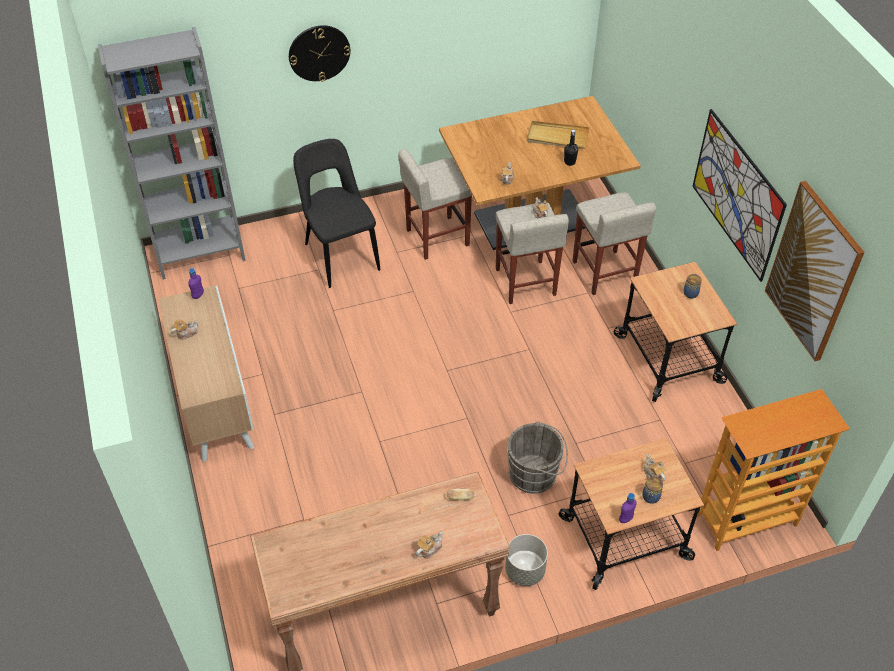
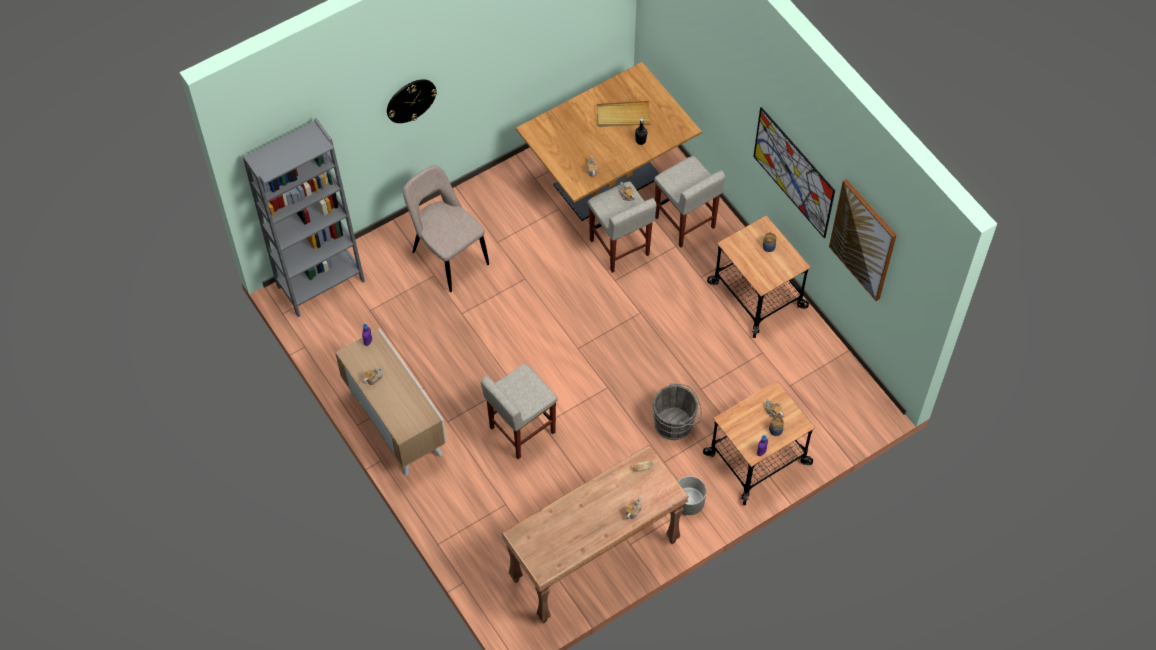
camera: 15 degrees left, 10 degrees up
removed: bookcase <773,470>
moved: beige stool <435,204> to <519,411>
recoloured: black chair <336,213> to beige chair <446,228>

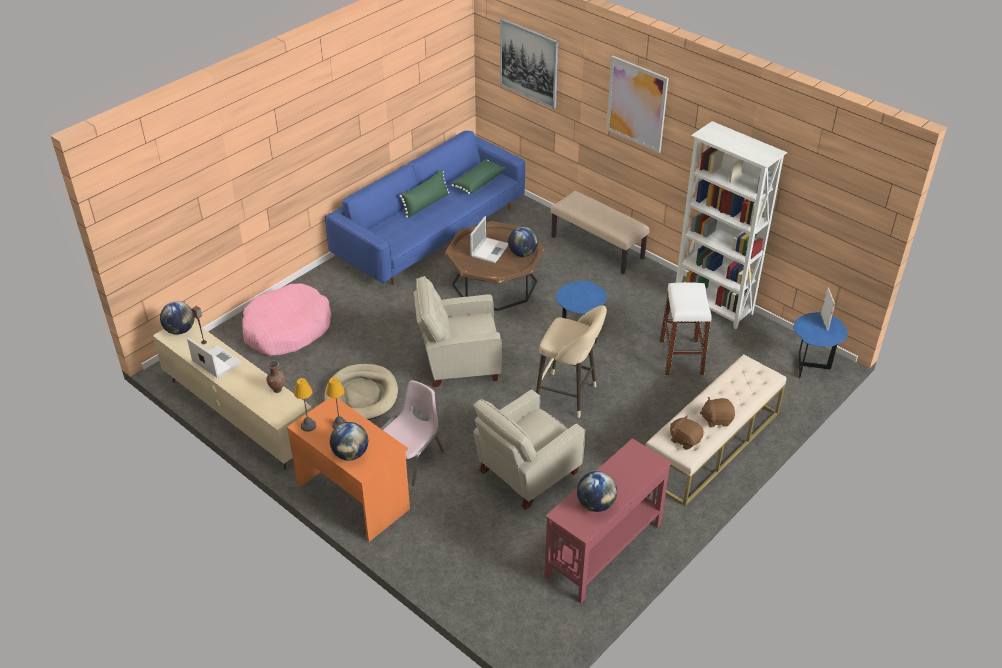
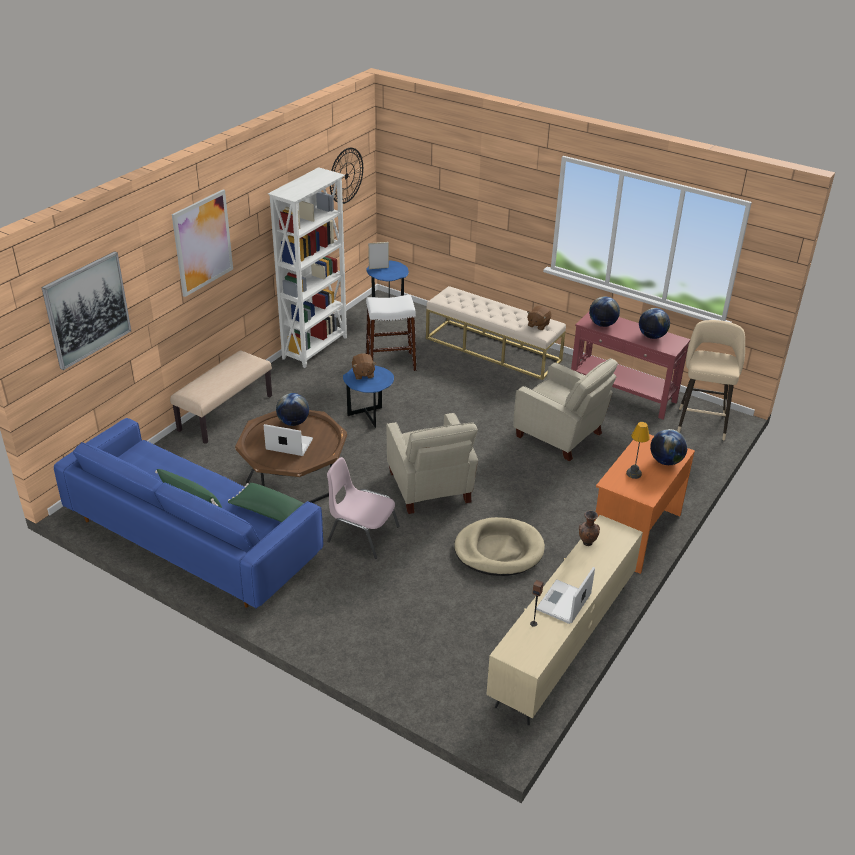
camera: 100 degrees left, 5 degrees down
removed: pink dog bed <286,319>; table lamp <305,405>
added: wall clock <346,176>
moved: globe <177,318> to <604,311>; pink chair <412,433> to <363,508>; green pillow <478,176> to <266,502>; beige stool <571,361> to <711,380>; brown plush toy <717,412> to <364,366>

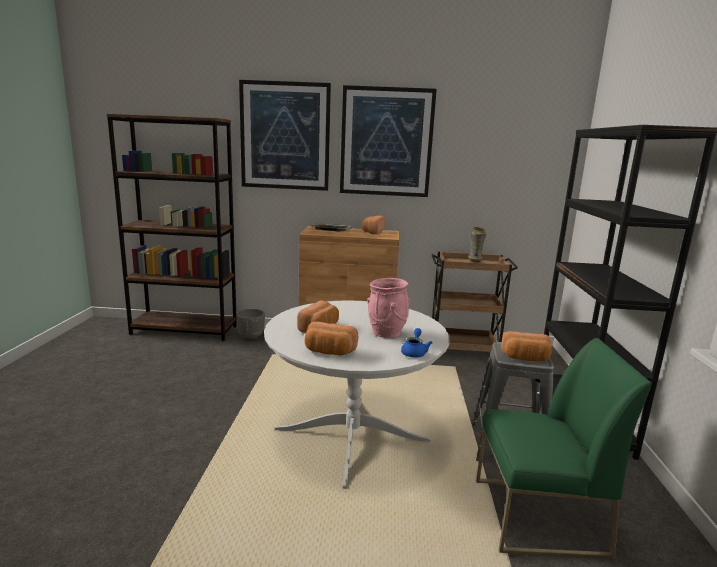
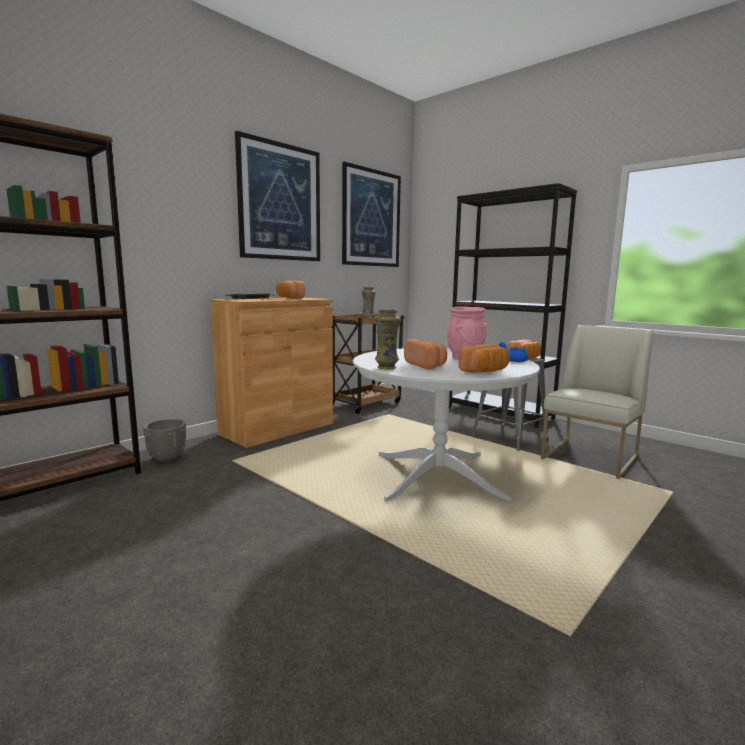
camera: 50 degrees left, 5 degrees down
added: vase <387,339>
moved: picture <285,135> to <371,214>
recoloured: green chair <564,448> to white chair <597,402>

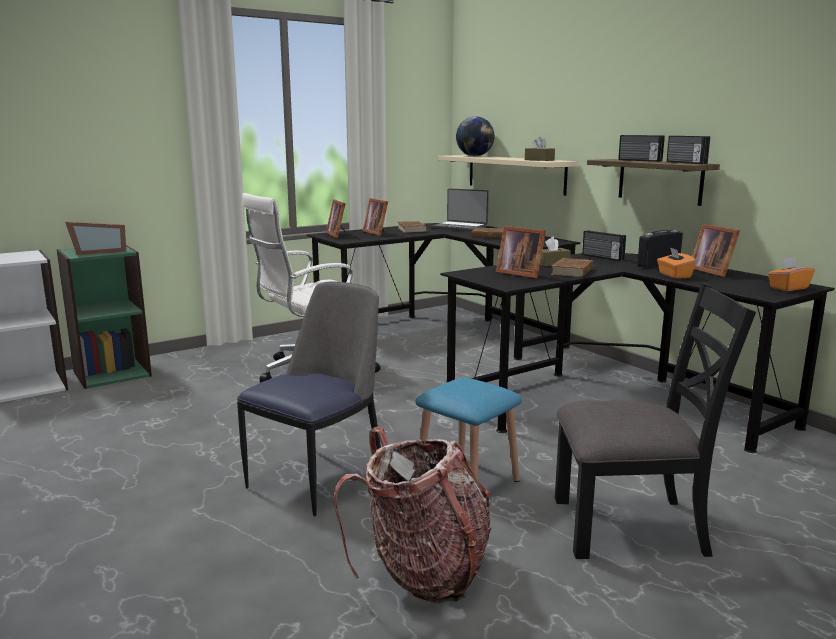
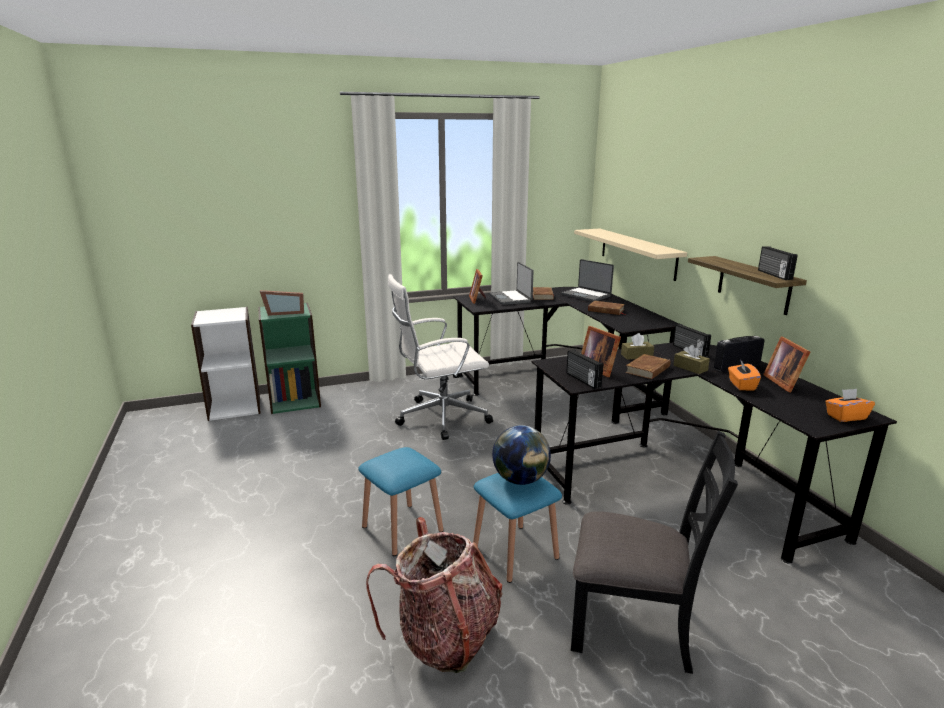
camera: 15 degrees right, 5 degrees up
moved: globe <475,136> to <521,455>; brown tissue box <540,149> to <692,359>; radio <641,148> to <584,369>
replaced: chair <309,399> to blue stool <401,501>; picture frame <375,217> to laptop <511,283>

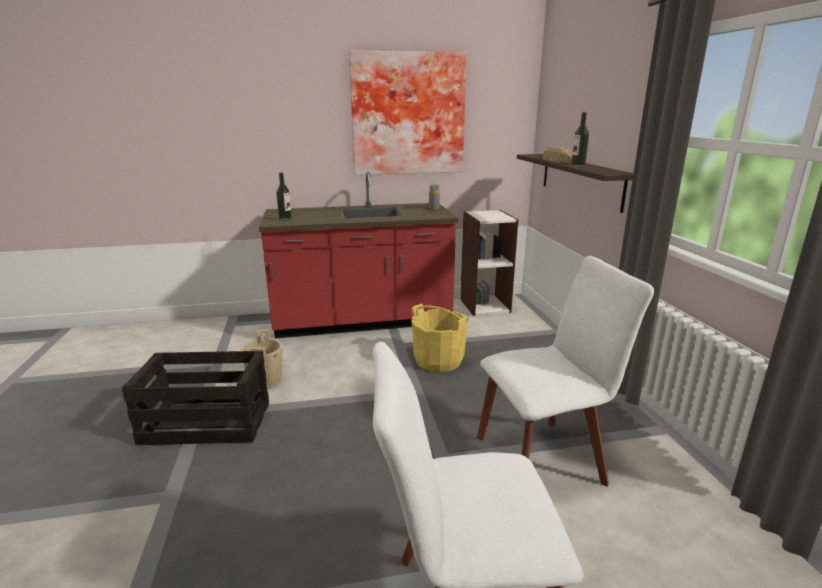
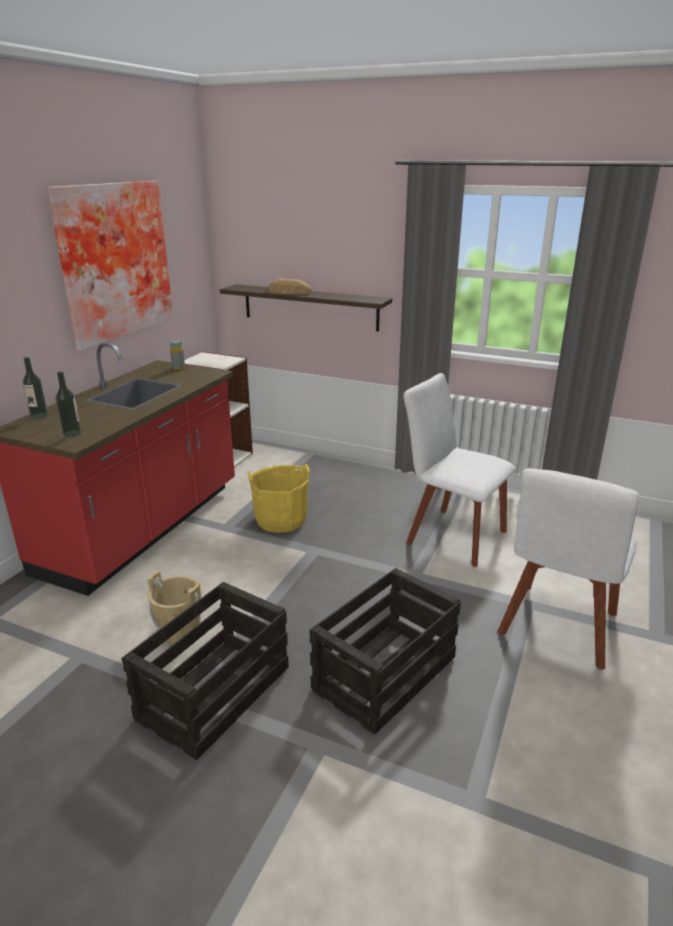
camera: 55 degrees left, 5 degrees up
added: crate <385,651>
moved: bottle <580,139> to <35,388>
turned: white chair <565,371> = <460,470> 75 degrees counterclockwise

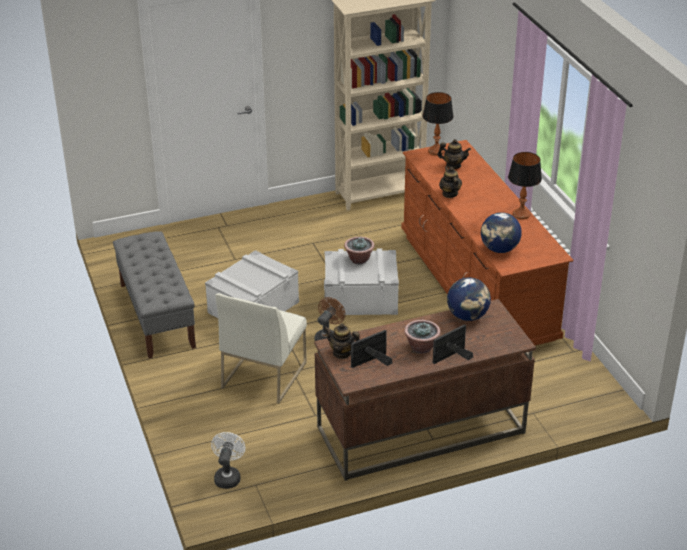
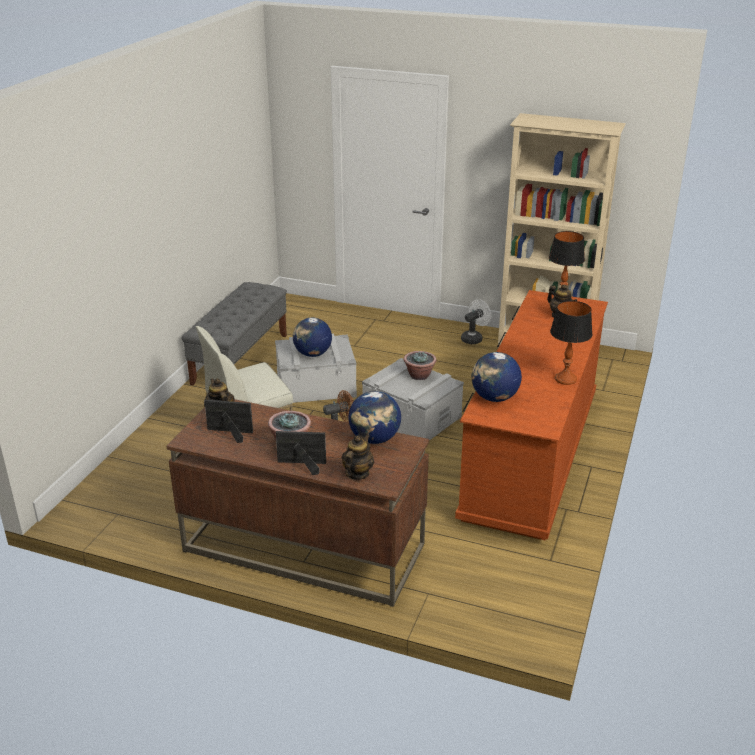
camera: 40 degrees right, 5 degrees down
added: globe <312,337>
moved: white fan <228,460> to <476,321>; teapot <450,182> to <358,457>

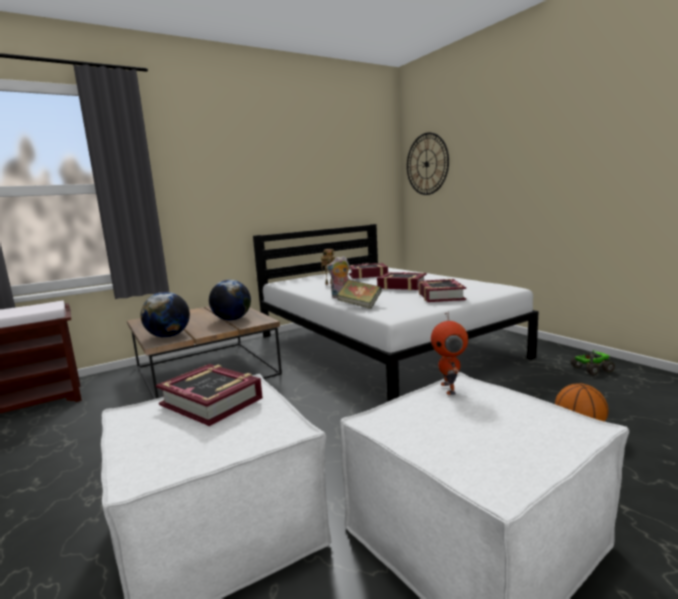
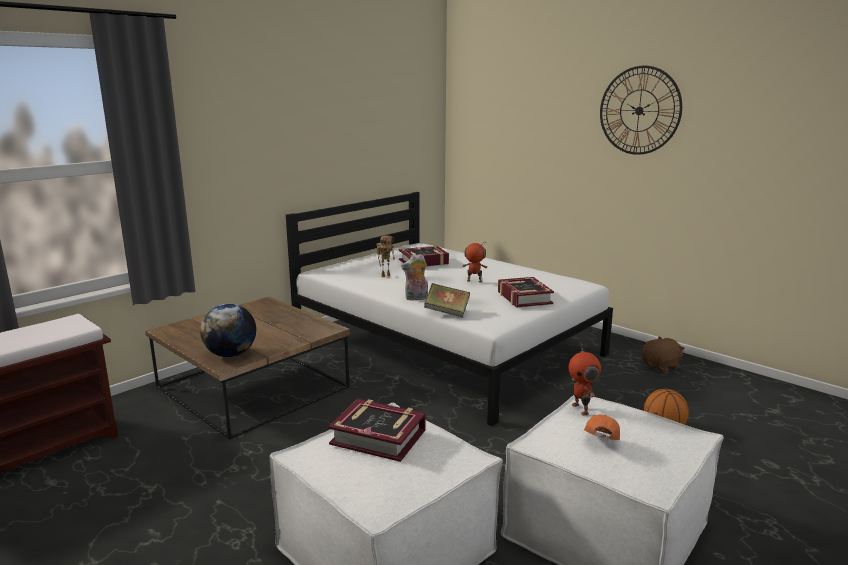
camera: 15 degrees left, 5 degrees up
removed: globe <230,300>
added: orange cap <602,427>
moved: wall clock <428,164> to <641,110>
replaced: book <402,281> to toy robot <474,261>; toy truck <593,362> to brown plush toy <663,355>

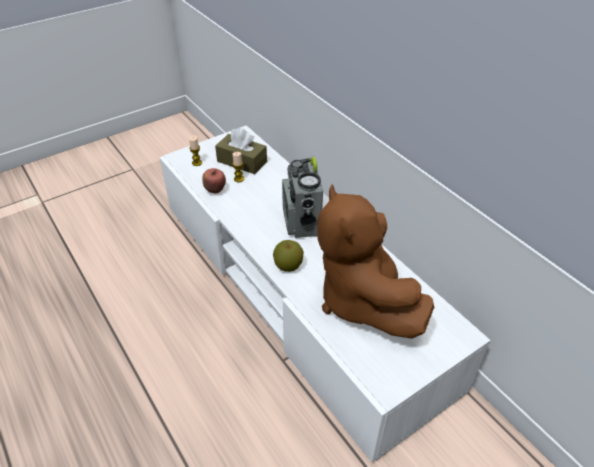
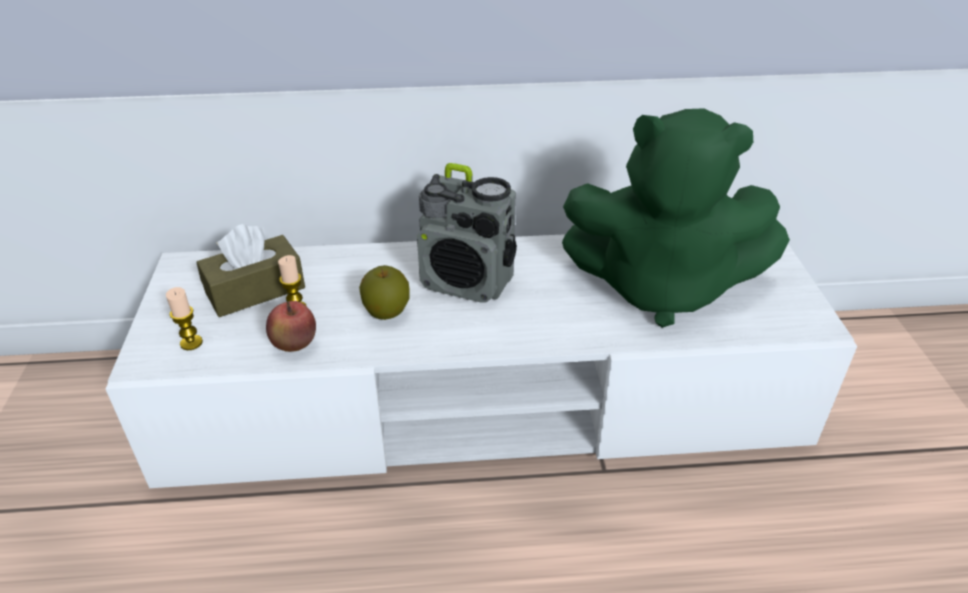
camera: 60 degrees left, 5 degrees down
moved: apple <288,256> to <384,292>
recoloured: brown plush toy <375,261> to green plush toy <676,218>

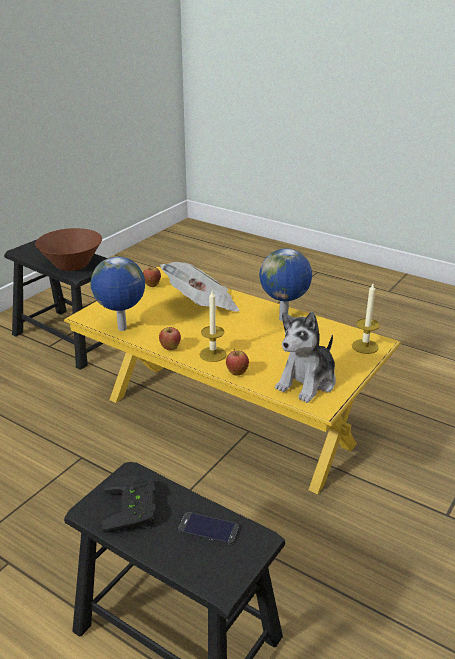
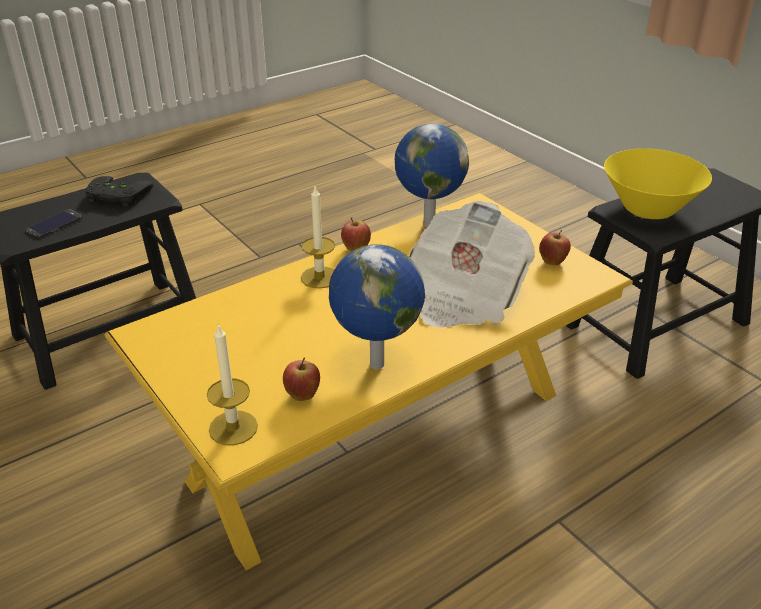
camera: 110 degrees right, 5 degrees up
removed: plush toy <305,357>
moved: apple <237,362> to <301,379>
recoloured: brown bowl <68,249> to yellow bowl <658,183>

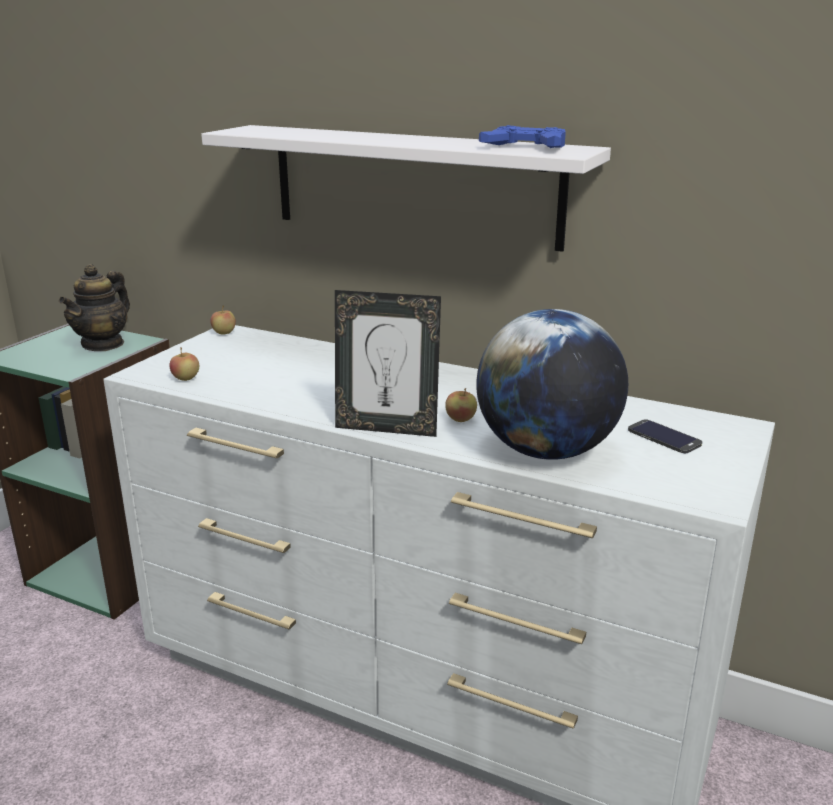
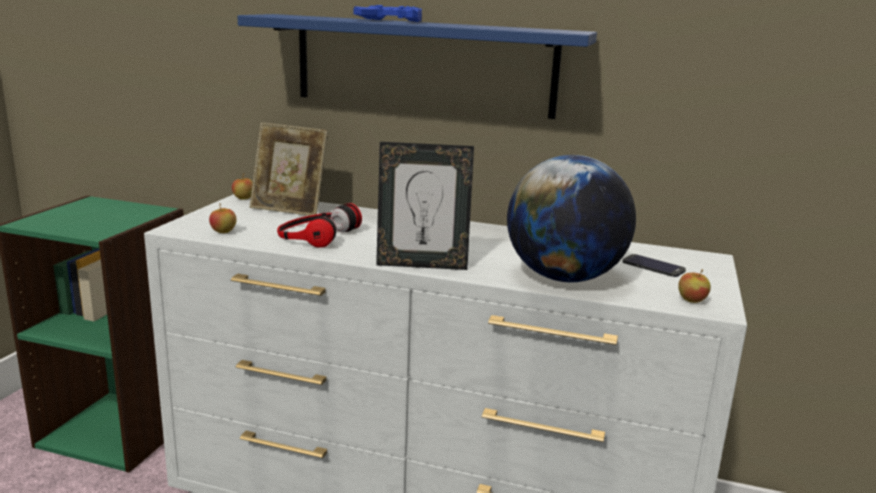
camera: 10 degrees left, 5 degrees down
removed: teapot <94,307>
added: picture frame <289,169>; headphones <319,225>
moved: apple <461,405> to <694,286>; blue game controller <522,136> to <387,13>
recoloured: white shelf <406,188> to blue shelf <417,66>

